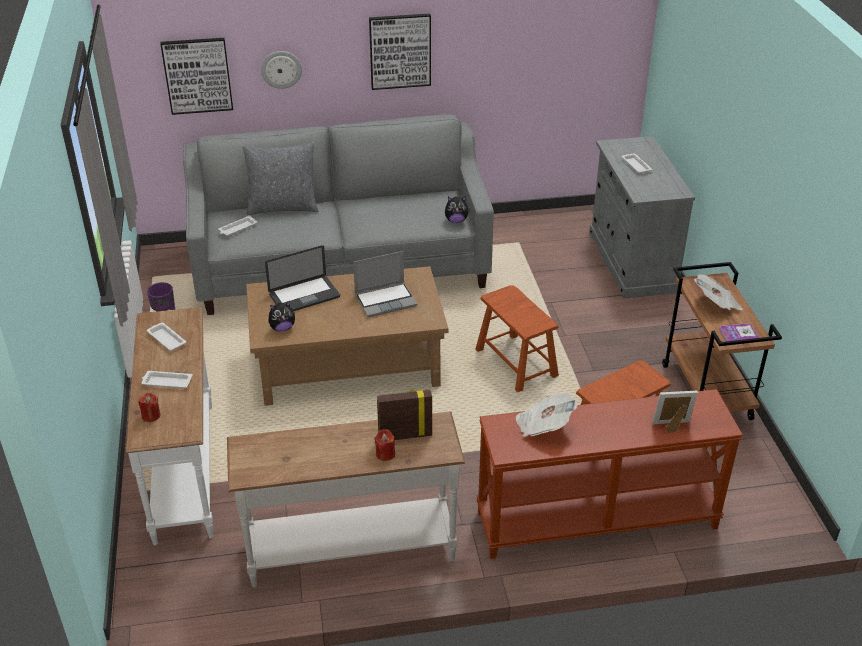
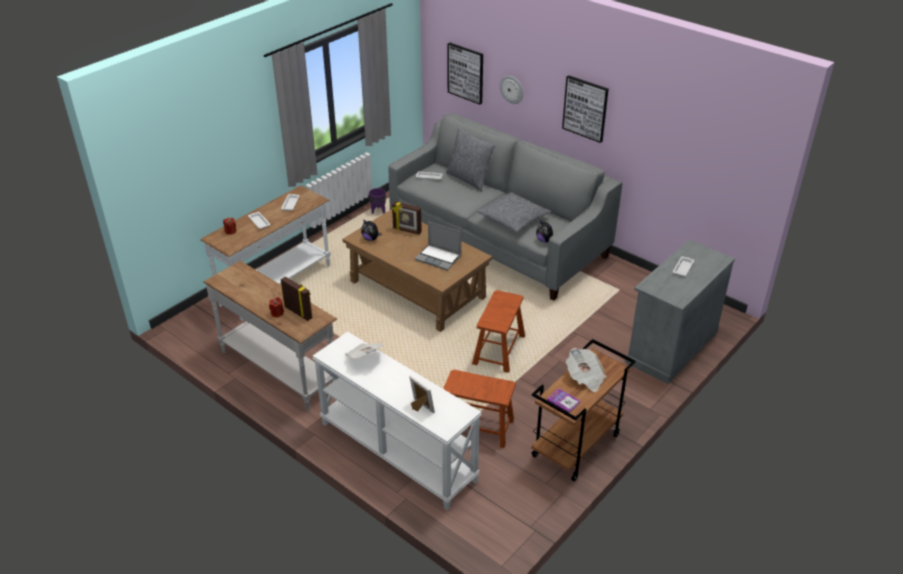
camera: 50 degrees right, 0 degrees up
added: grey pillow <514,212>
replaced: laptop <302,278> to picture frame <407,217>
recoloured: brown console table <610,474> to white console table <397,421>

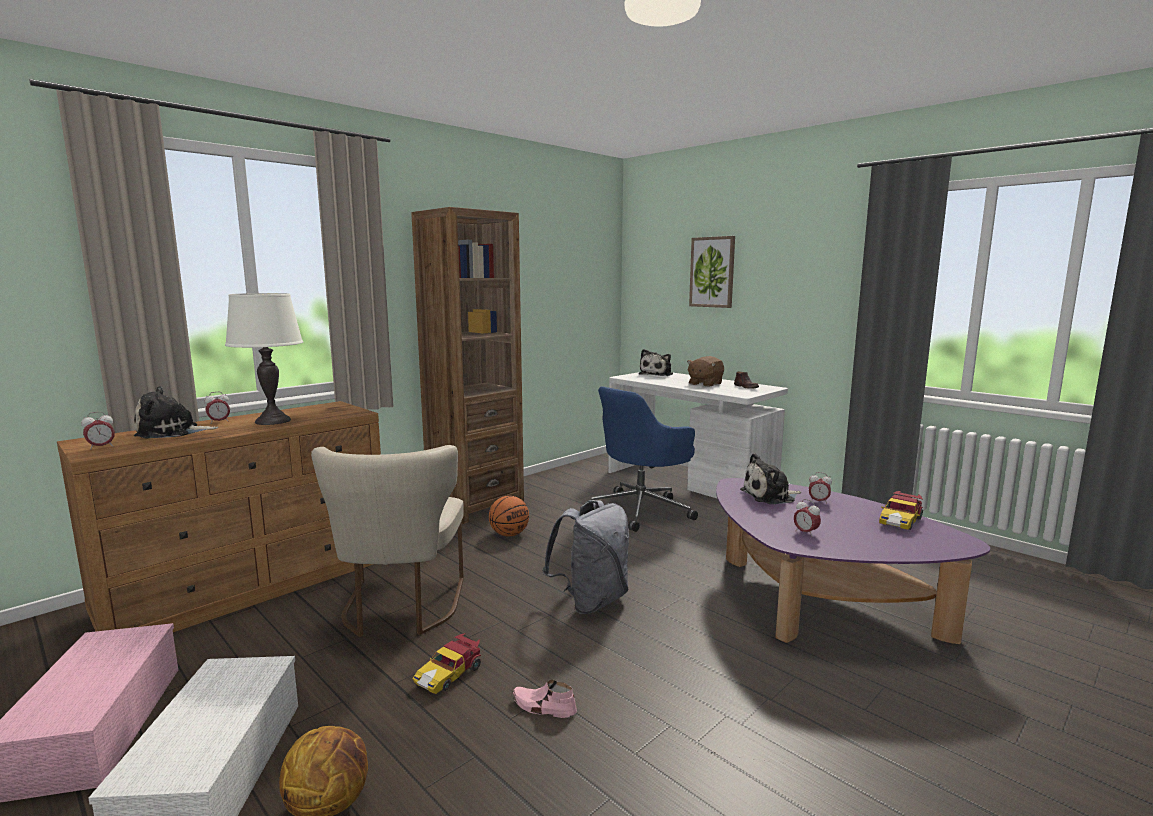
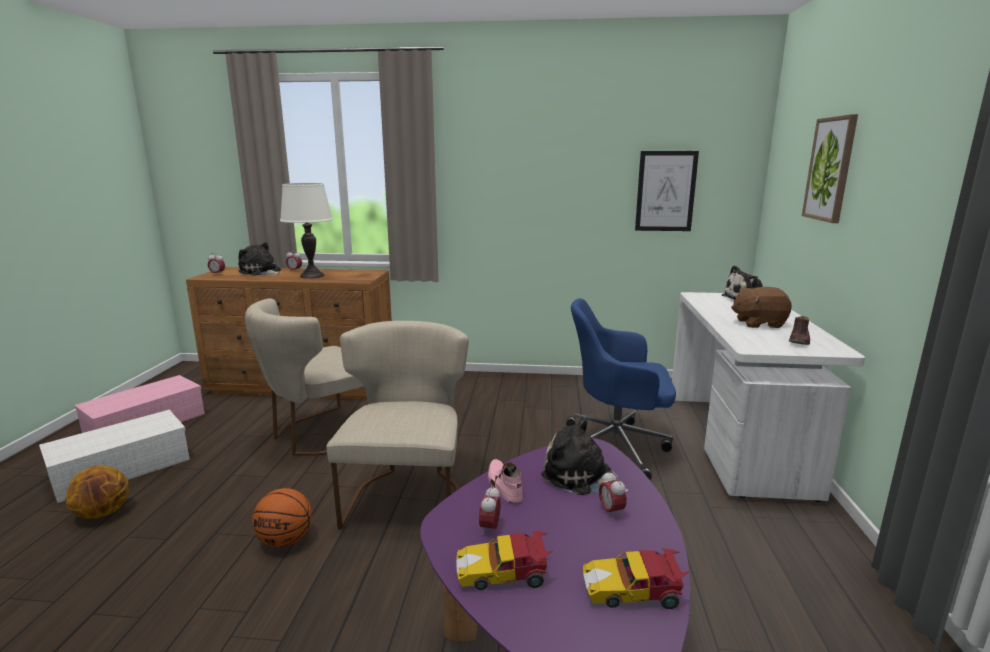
camera: 50 degrees right, 5 degrees up
removed: brown bookcase <467,365>
added: picture <667,191>
moved: toy car <446,663> to <504,560>; basketball <509,516> to <282,517>; pink shoe <544,699> to <505,481>
replaced: grey backpack <585,557> to beige chair <397,425>

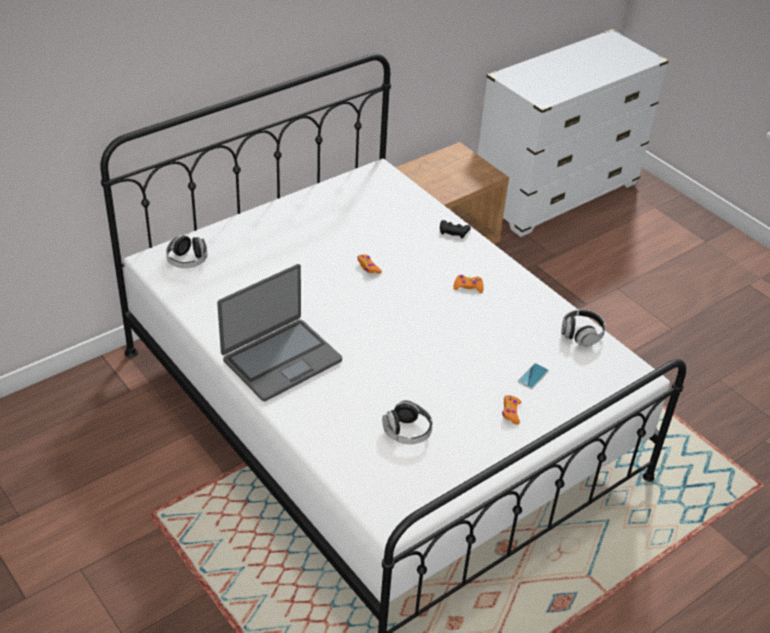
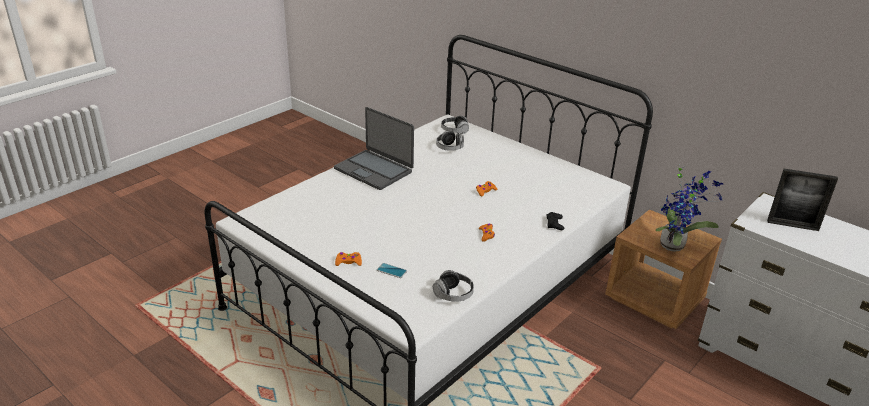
camera: 80 degrees right, 10 degrees down
added: potted plant <689,208>; picture frame <802,200>
moved: headphones <407,422> to <450,141>

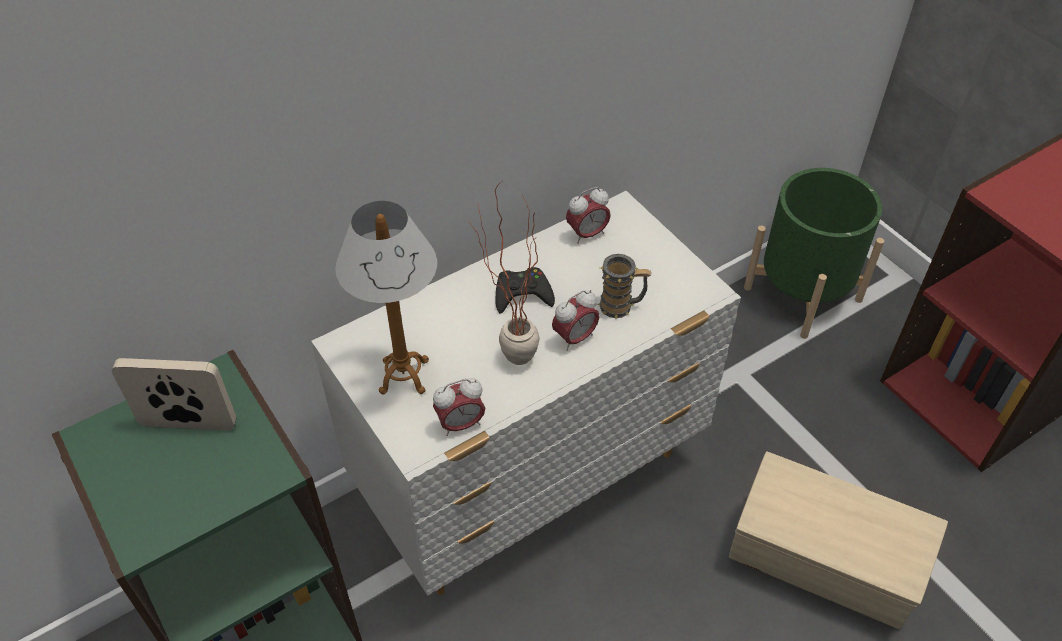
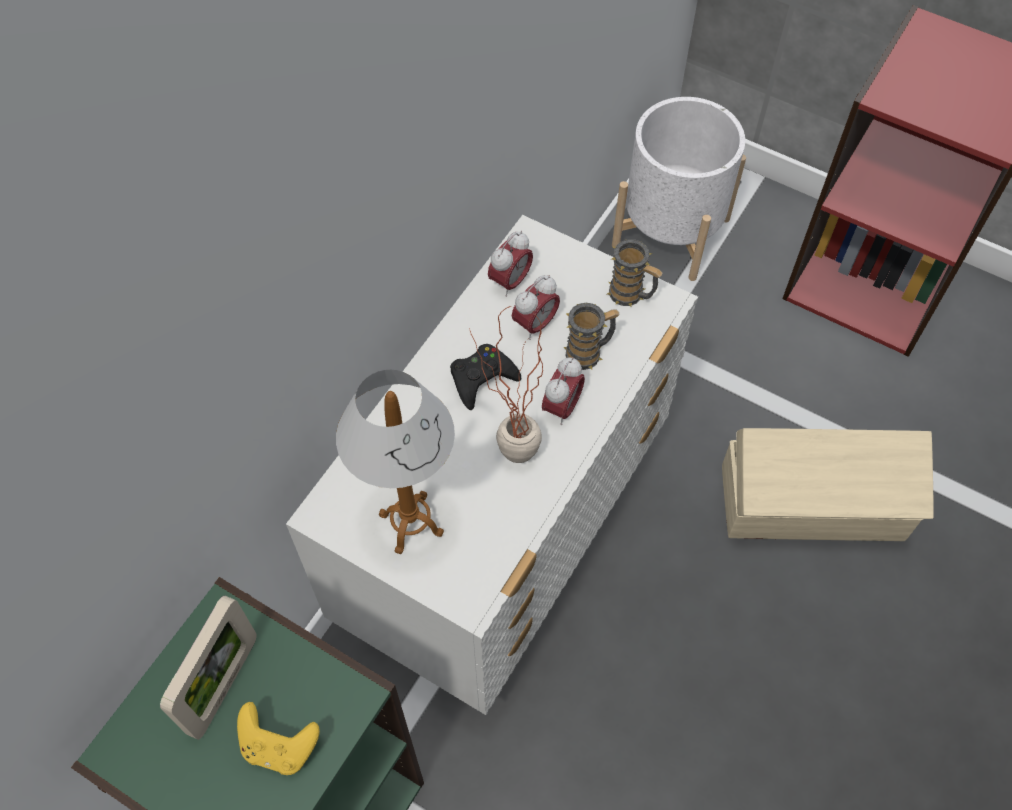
camera: 25 degrees left, 10 degrees up
added: yellow game controller <278,738>; mug <635,272>
moved: alarm clock <459,407> to <536,307>
recoloured: green planter <814,253> to white planter <679,189>
turned: picture frame <174,394> = <208,667> 135 degrees clockwise

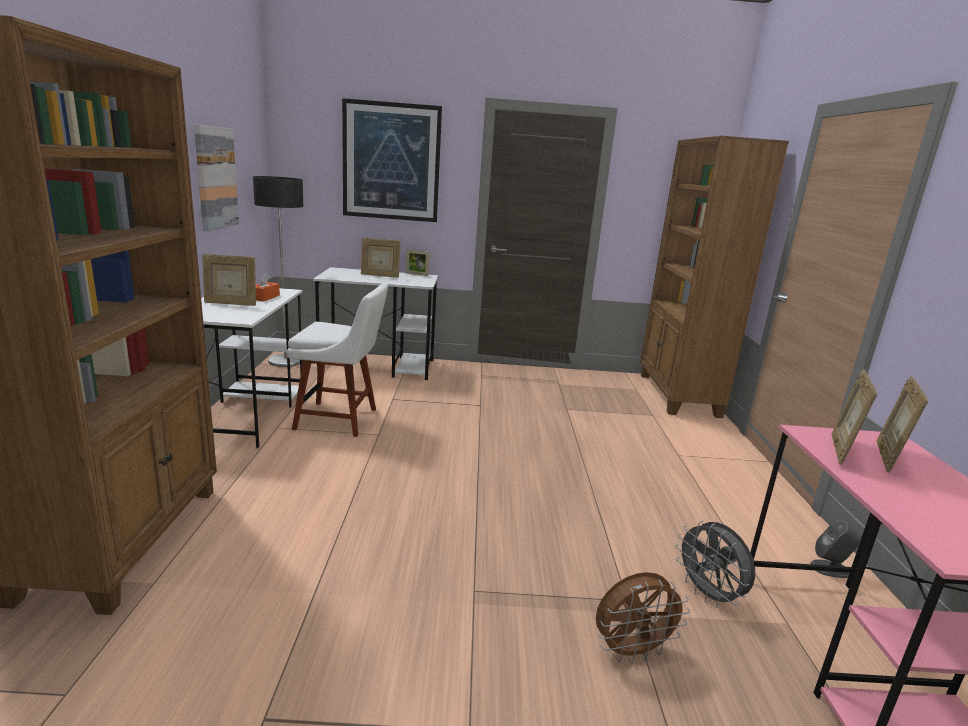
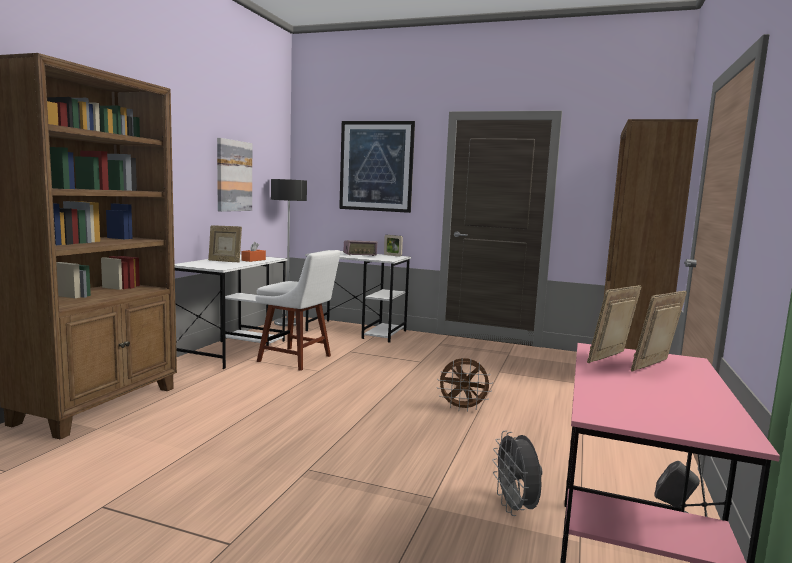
camera: 20 degrees right, 10 degrees down
moved: brown fan <643,618> to <465,385>
replaced: picture frame <381,258> to radio <360,248>

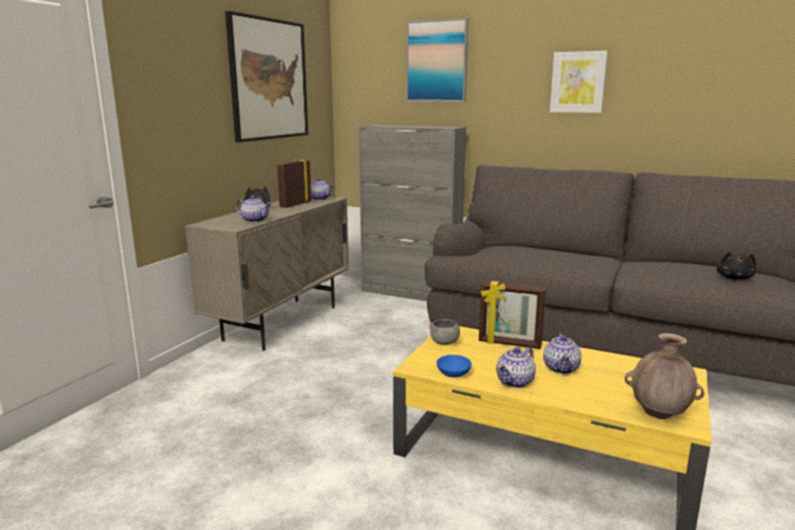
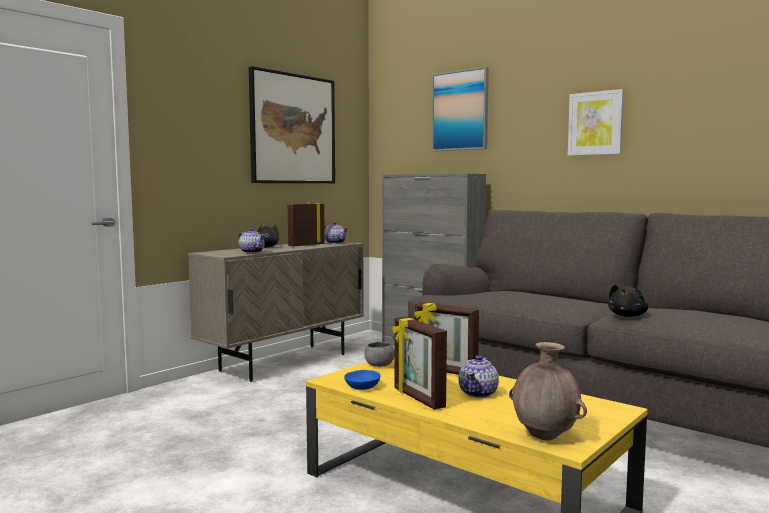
camera: 15 degrees right, 10 degrees down
moved: black plush toy <736,265> to <628,300>
replaced: teapot <516,367> to picture frame <419,363>

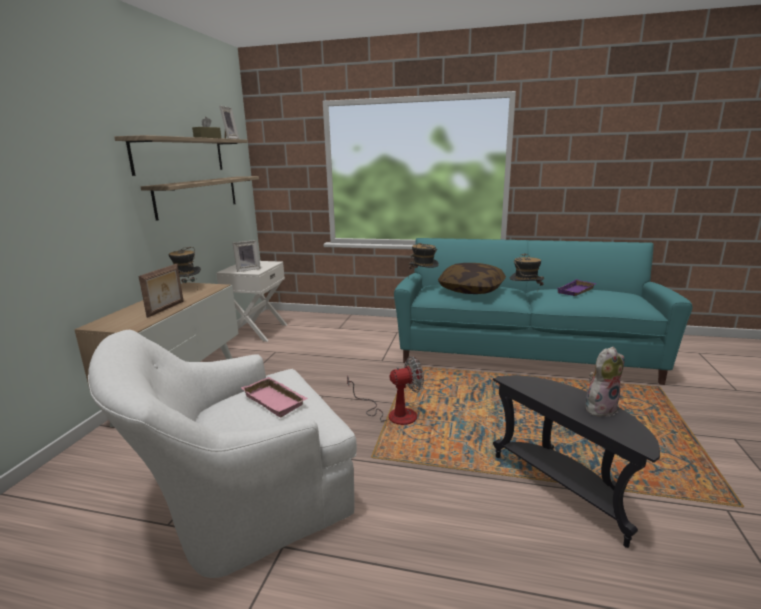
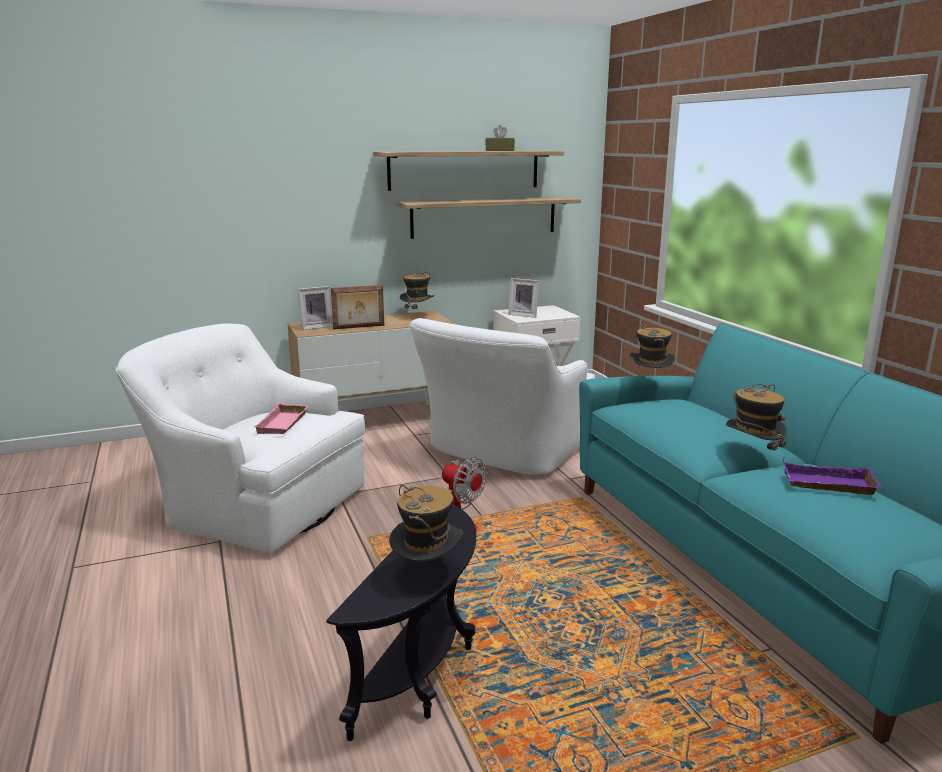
camera: 55 degrees right, 0 degrees up
removed: pillow <472,278>
added: white armchair <502,396>
moved: picture frame <229,122> to <315,308>
replaced: plush toy <605,382> to hat <426,523>

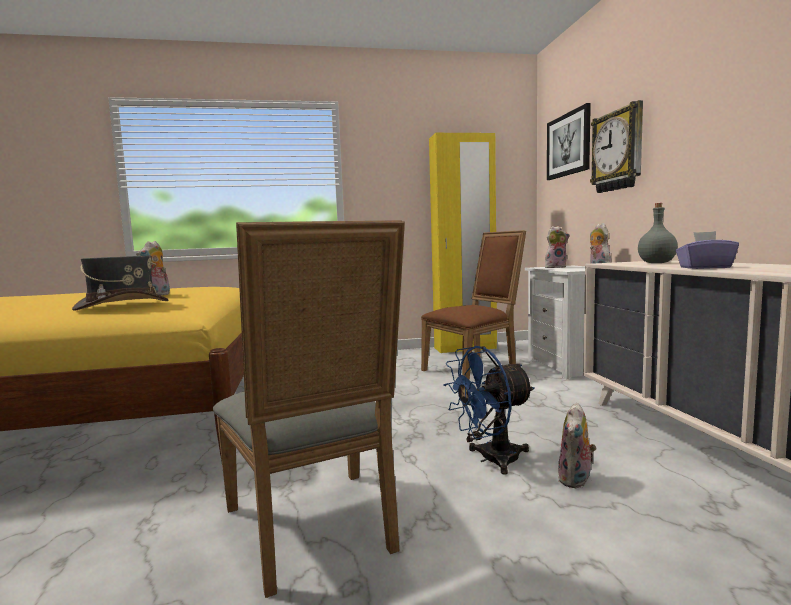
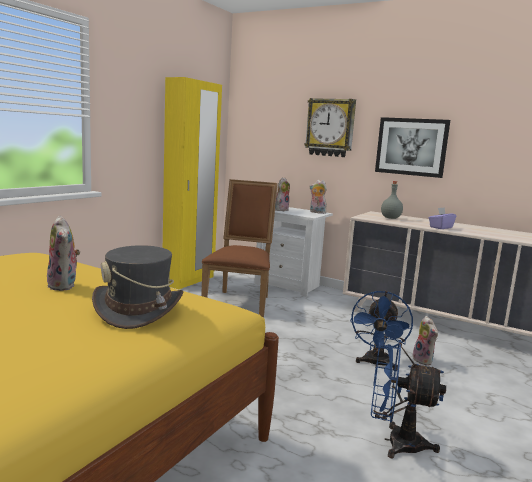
camera: 50 degrees left, 5 degrees up
moved: picture <569,141> to <412,147>
replaced: grey chair <309,409> to blue fan <408,397>

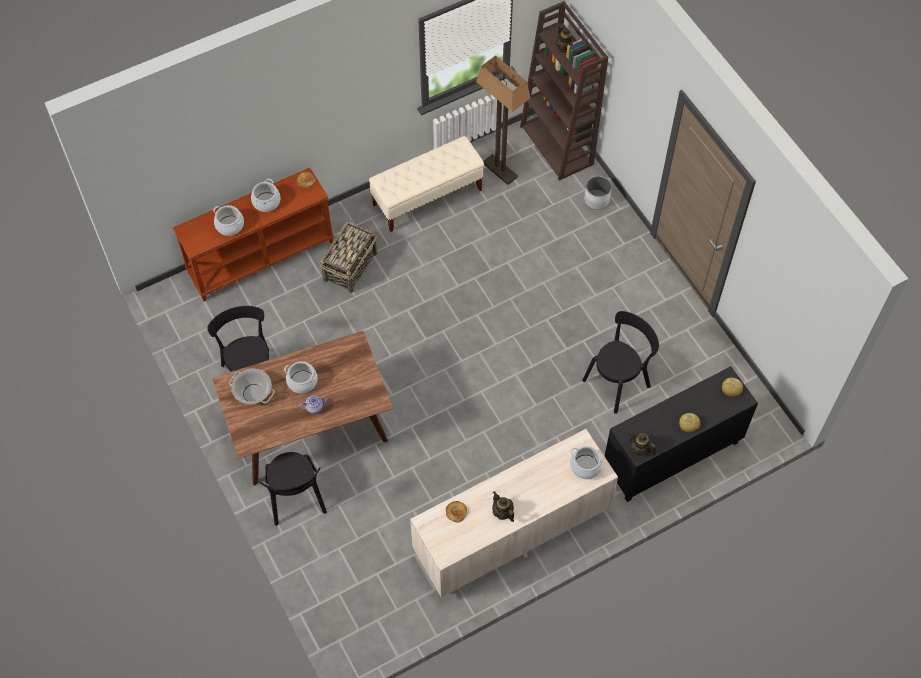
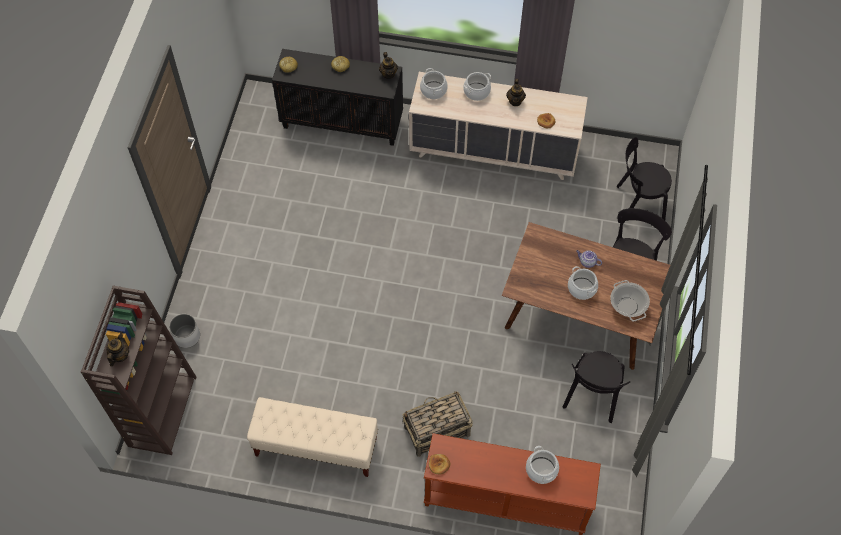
camera: 140 degrees left, 0 degrees up
removed: floor lamp <503,120>
moved: cooking pot <266,195> to <477,86>; black chair <620,362> to <644,180>

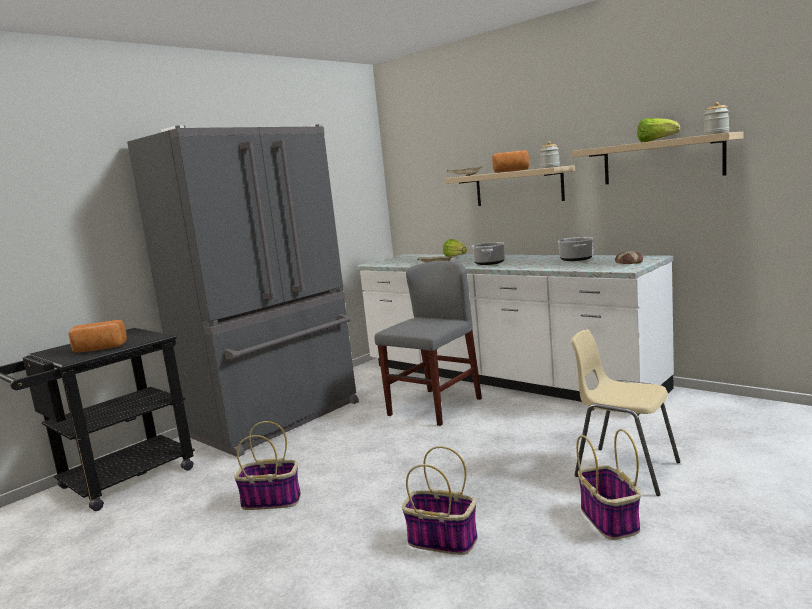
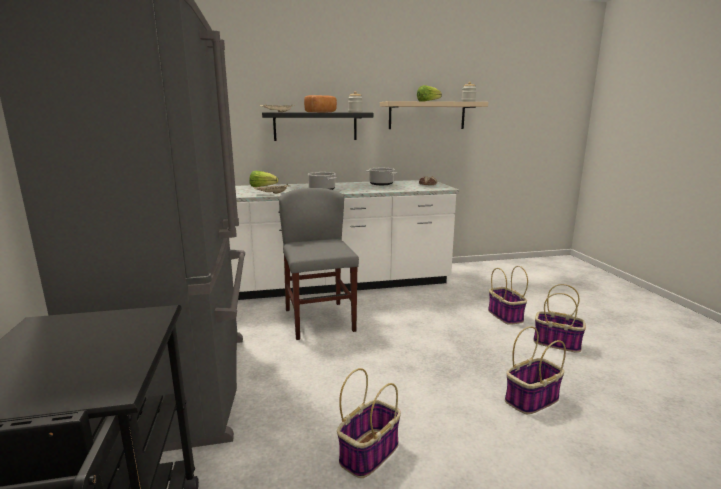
camera: 55 degrees left, 5 degrees up
removed: bread <97,336>
replaced: beige chair <625,412> to basket <508,295>
recoloured: beige shelf <509,185> to black shelf <317,126>

